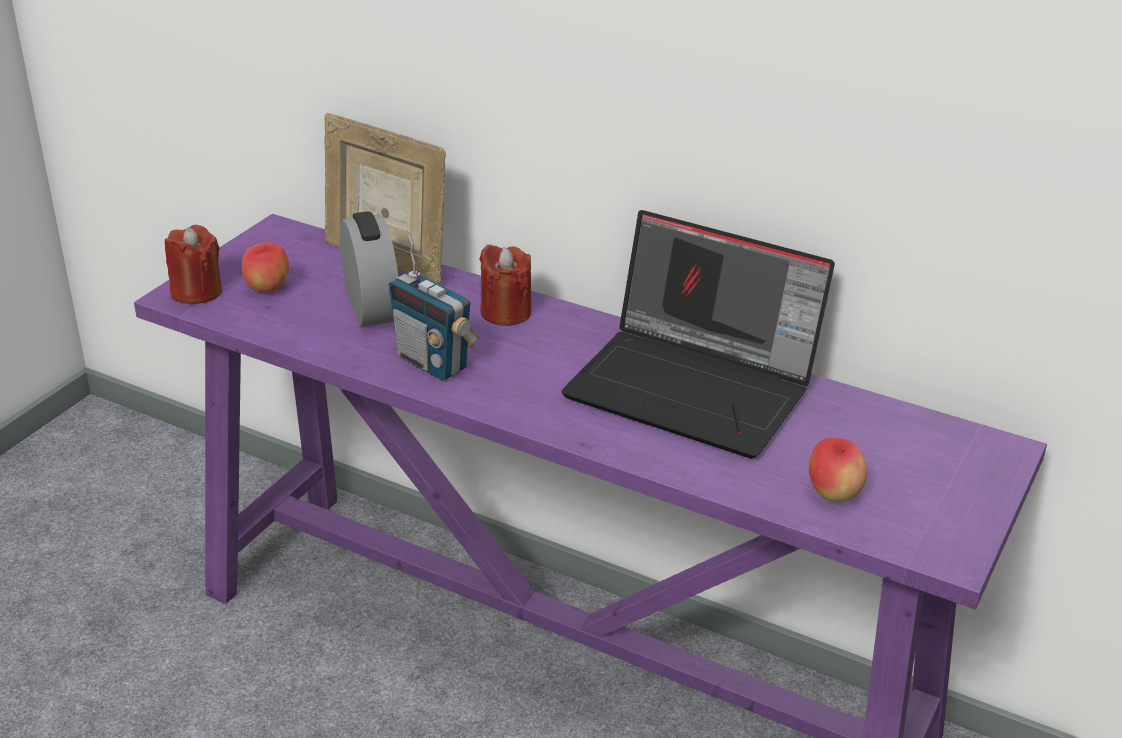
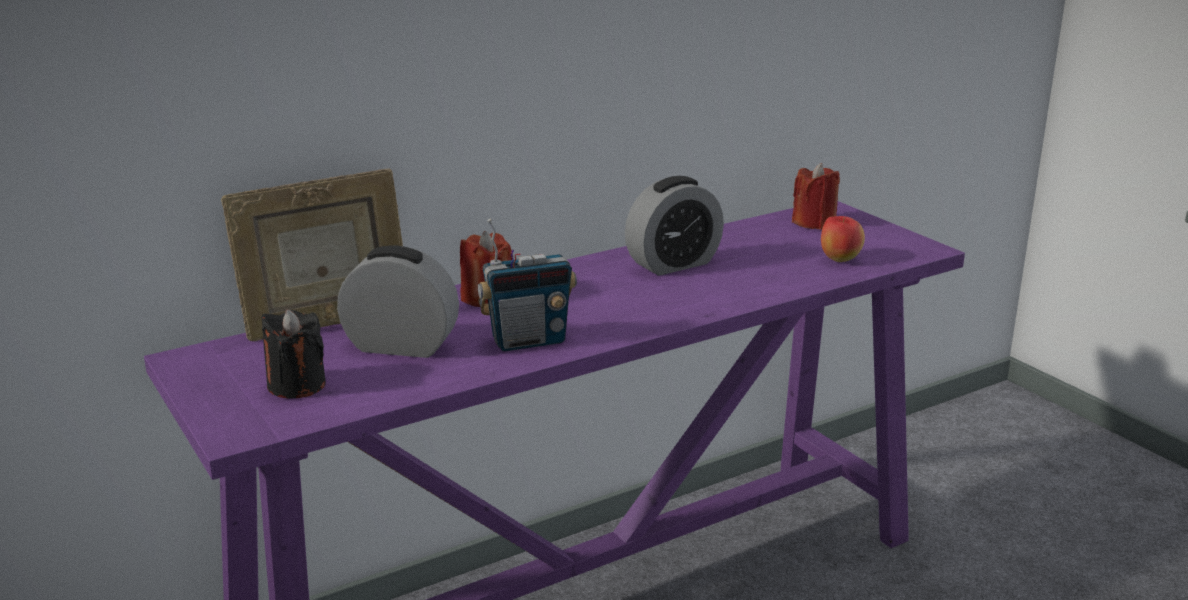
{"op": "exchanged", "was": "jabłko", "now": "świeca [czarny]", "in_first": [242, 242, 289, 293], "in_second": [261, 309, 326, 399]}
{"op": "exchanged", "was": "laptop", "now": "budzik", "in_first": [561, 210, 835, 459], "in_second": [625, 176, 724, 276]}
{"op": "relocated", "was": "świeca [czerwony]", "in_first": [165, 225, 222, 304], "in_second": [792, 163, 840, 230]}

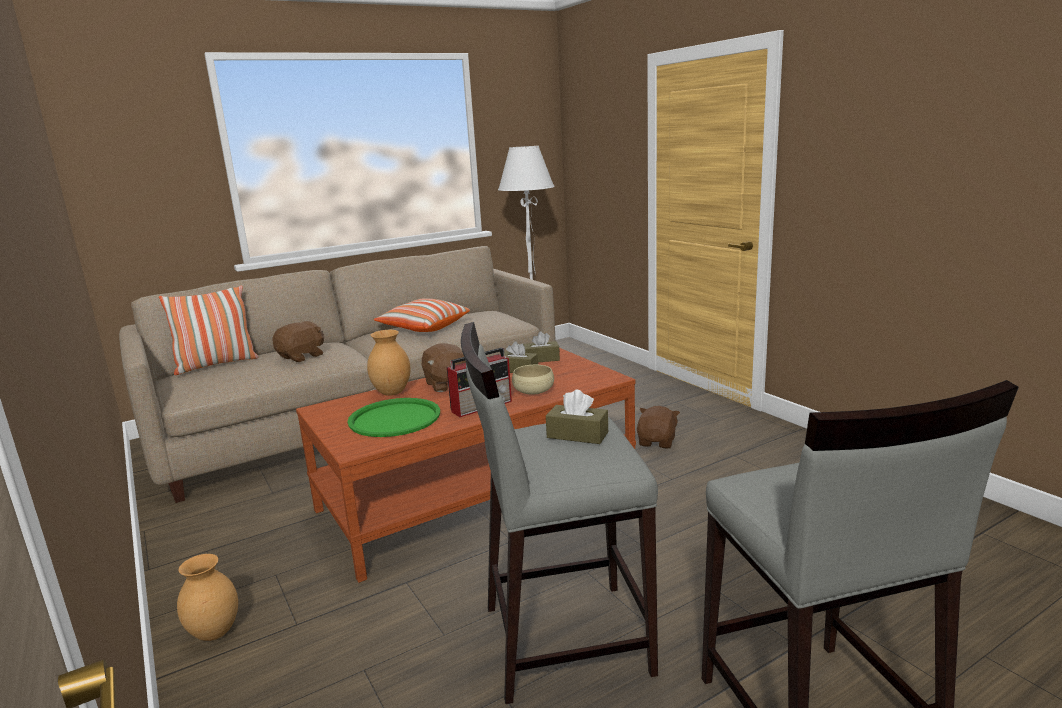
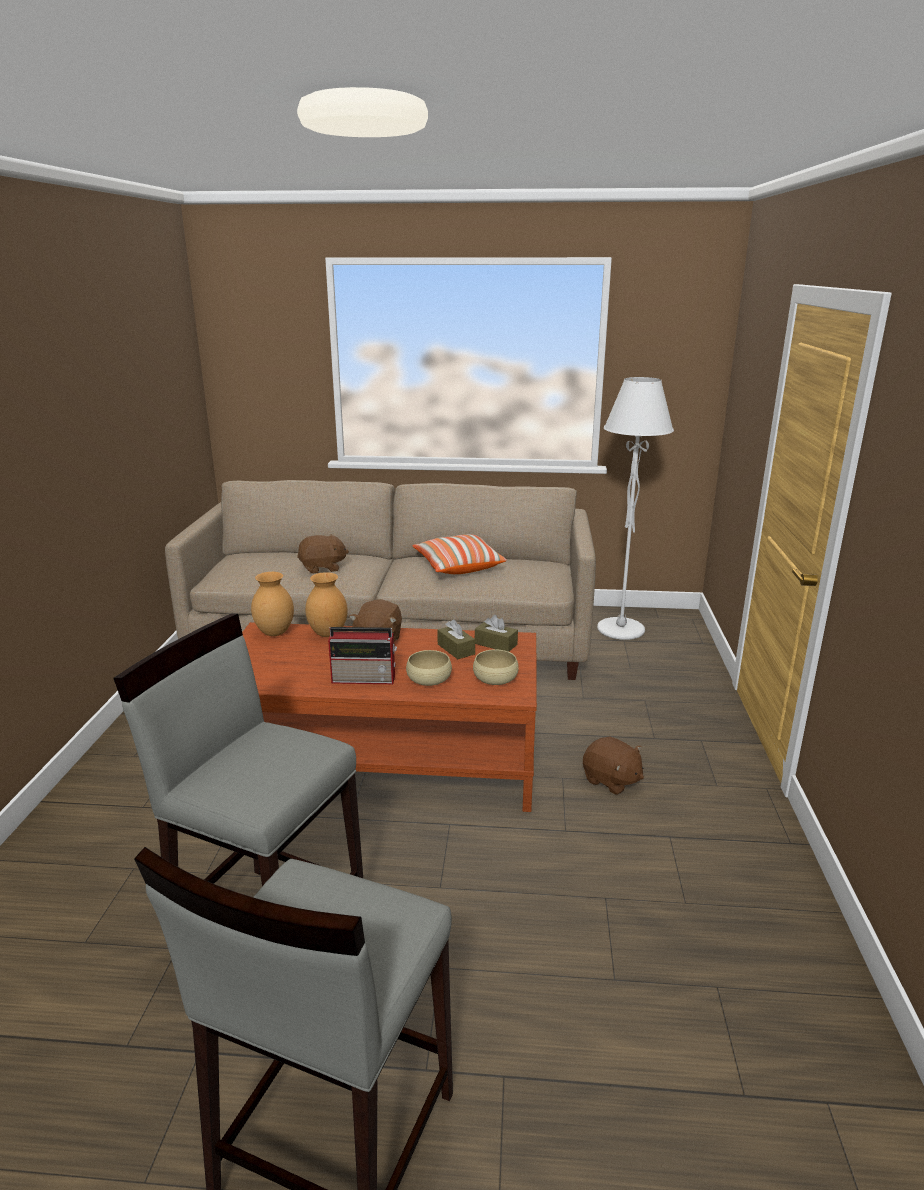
{"op": "relocated", "was": "wazon [brązowy]", "in_first": [177, 554, 238, 641], "in_second": [251, 572, 294, 636]}
{"op": "appeared", "now": "miska [beżowy]", "in_second": [473, 650, 519, 685]}
{"op": "spun", "was": "pluszak [brązowy]", "in_first": [637, 406, 680, 448], "in_second": [583, 737, 644, 795], "clockwise": 75}
{"op": "missing", "was": "poduszka", "in_first": [159, 285, 258, 375]}
{"op": "missing", "was": "taca [zielony]", "in_first": [348, 398, 440, 437]}
{"op": "missing", "was": "pudełko chusteczek [brązowy]", "in_first": [546, 390, 608, 444]}

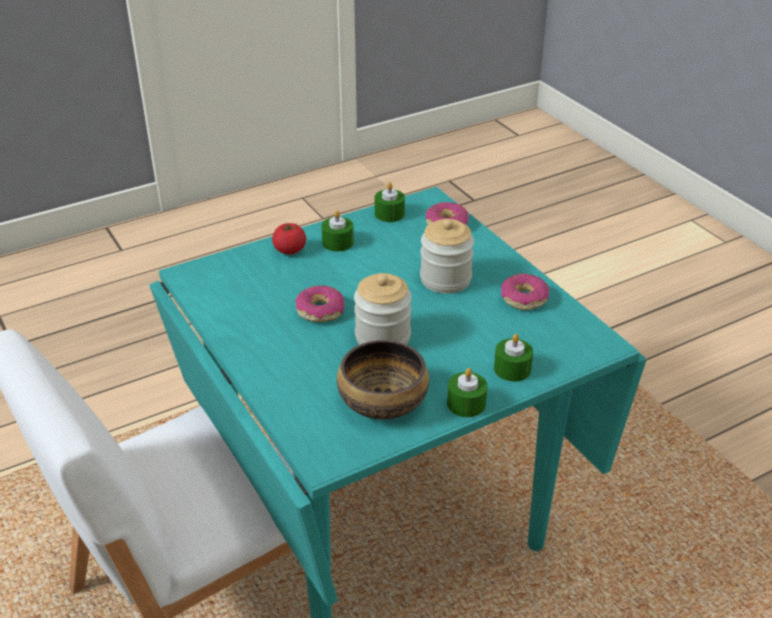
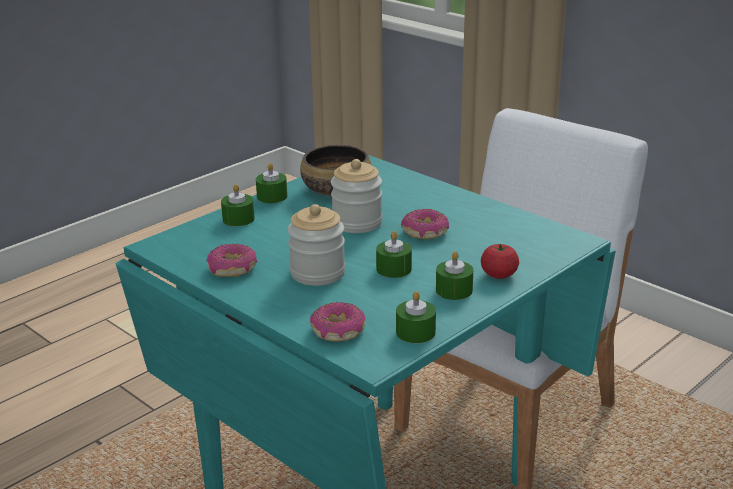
{"op": "appeared", "now": "świeca [zielony]", "in_second": [376, 231, 412, 278]}

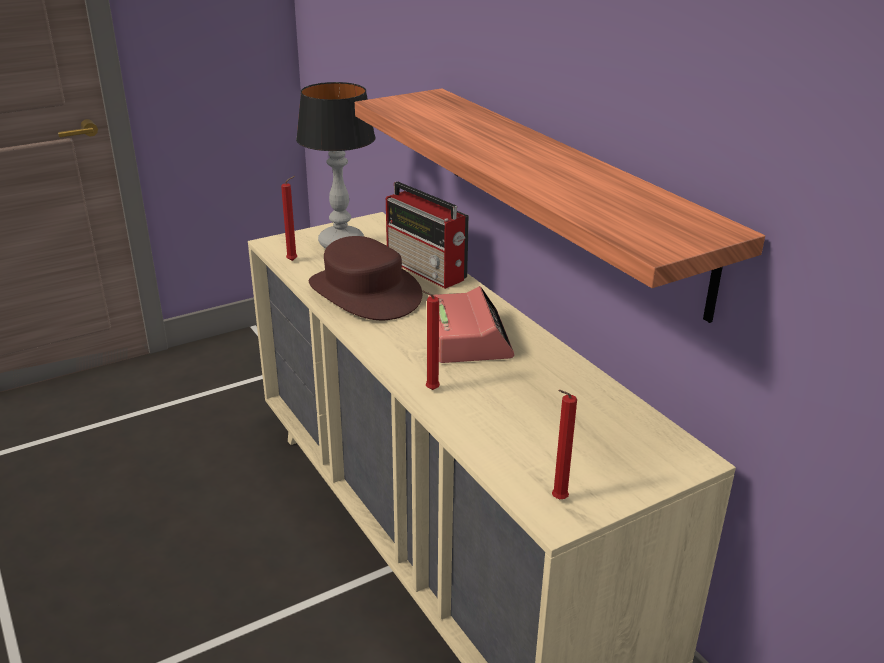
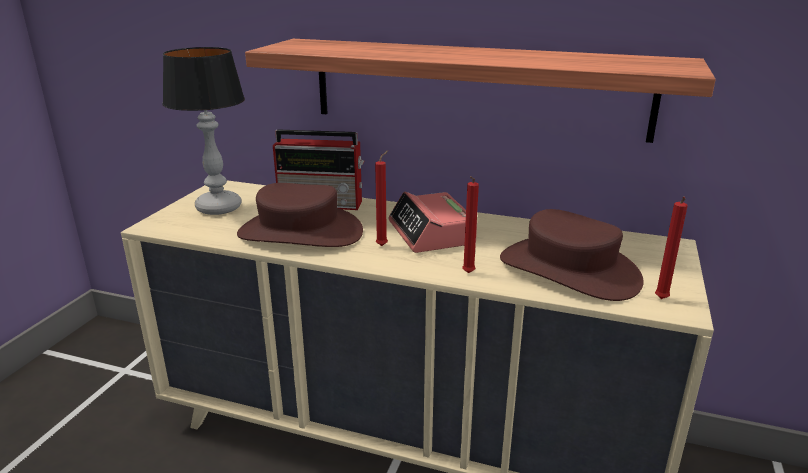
{"op": "relocated", "was": "świeca [czerwony]", "in_first": [281, 176, 297, 261], "in_second": [375, 150, 388, 246]}
{"op": "spun", "was": "budzik", "in_first": [428, 286, 515, 363], "in_second": [388, 191, 477, 253], "clockwise": -150}
{"op": "appeared", "now": "kapelusz [brązowy]", "in_second": [500, 209, 644, 301]}

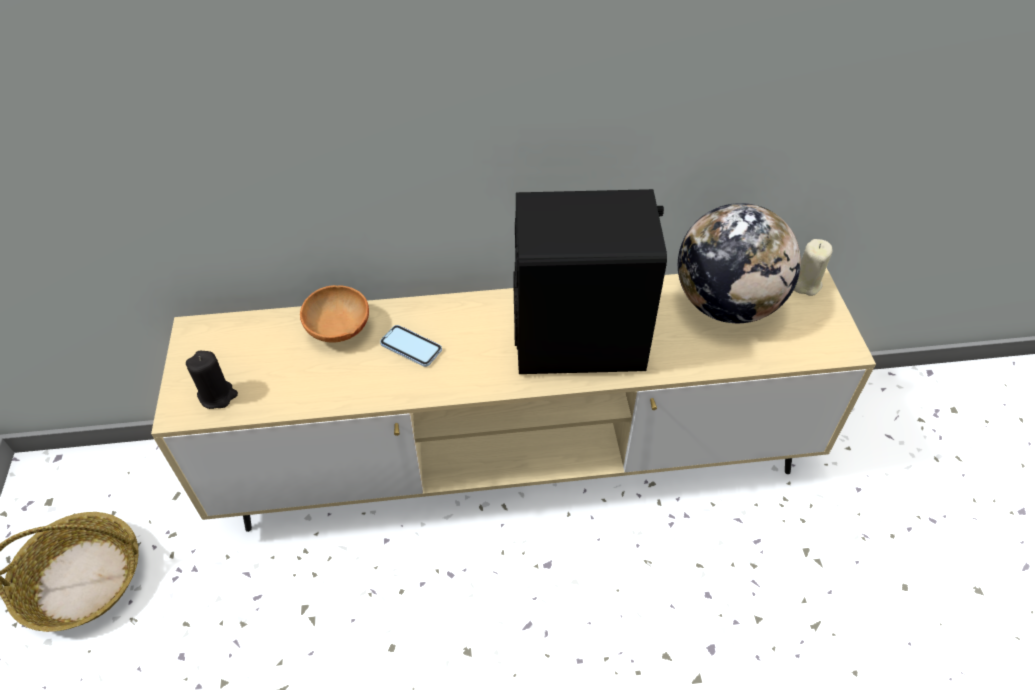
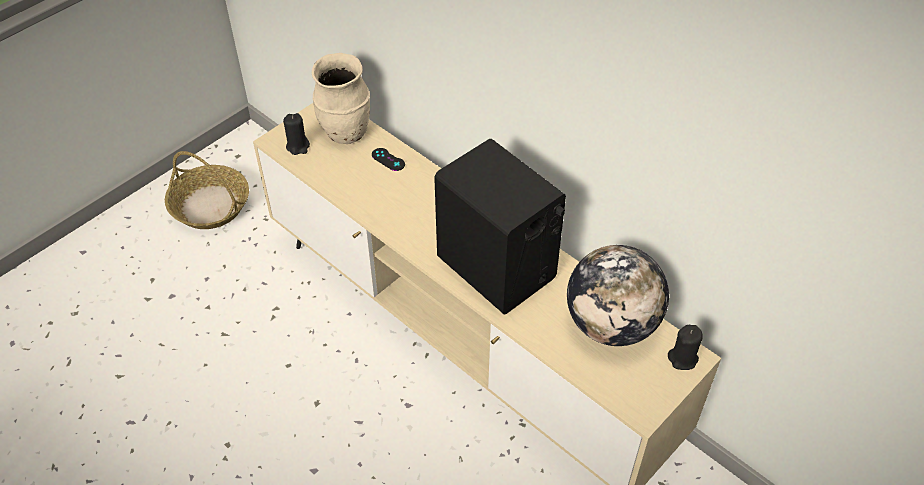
{"op": "appeared", "now": "wazon [beżowy]", "in_second": [312, 53, 370, 144]}
{"op": "exchanged", "was": "miska [brązowy]", "now": "pad do gier [czarny]", "in_first": [300, 285, 369, 342], "in_second": [372, 148, 405, 171]}
{"op": "colour", "was": "świeca [beżowy]", "now": "świeca [czarny]", "in_first": [794, 239, 832, 296], "in_second": [668, 325, 703, 370]}
{"op": "missing", "was": "telefon", "in_first": [380, 325, 442, 367]}

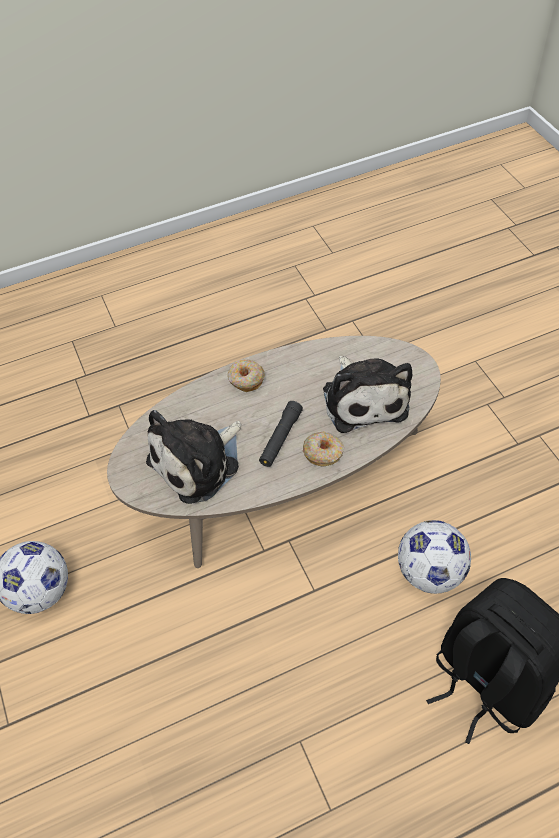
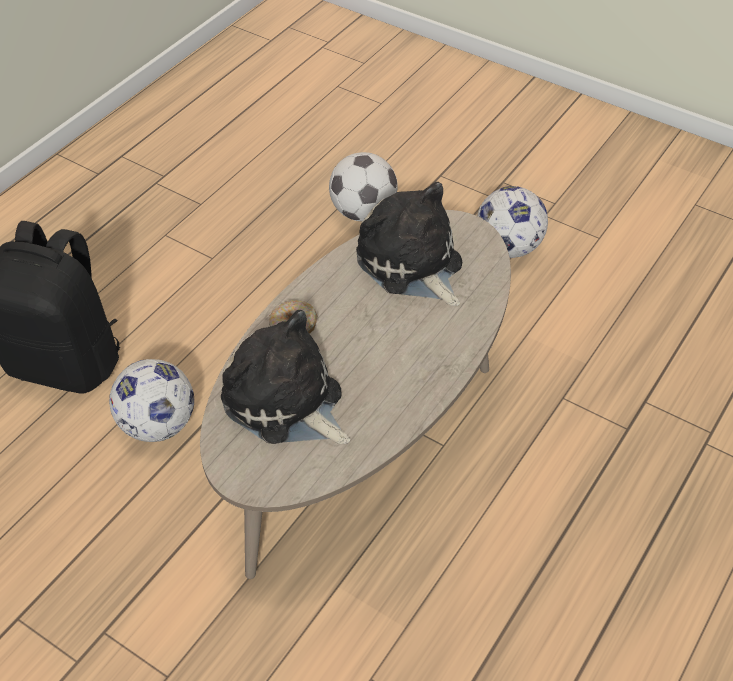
{"op": "appeared", "now": "piłka futbolowa", "in_second": [329, 152, 398, 221]}
{"op": "spun", "was": "pluszak", "in_first": [146, 410, 241, 504], "in_second": [356, 182, 462, 306], "clockwise": -45}
{"op": "missing", "was": "donut", "in_first": [228, 360, 265, 392]}
{"op": "missing", "was": "latarka [czarny]", "in_first": [259, 401, 303, 467]}

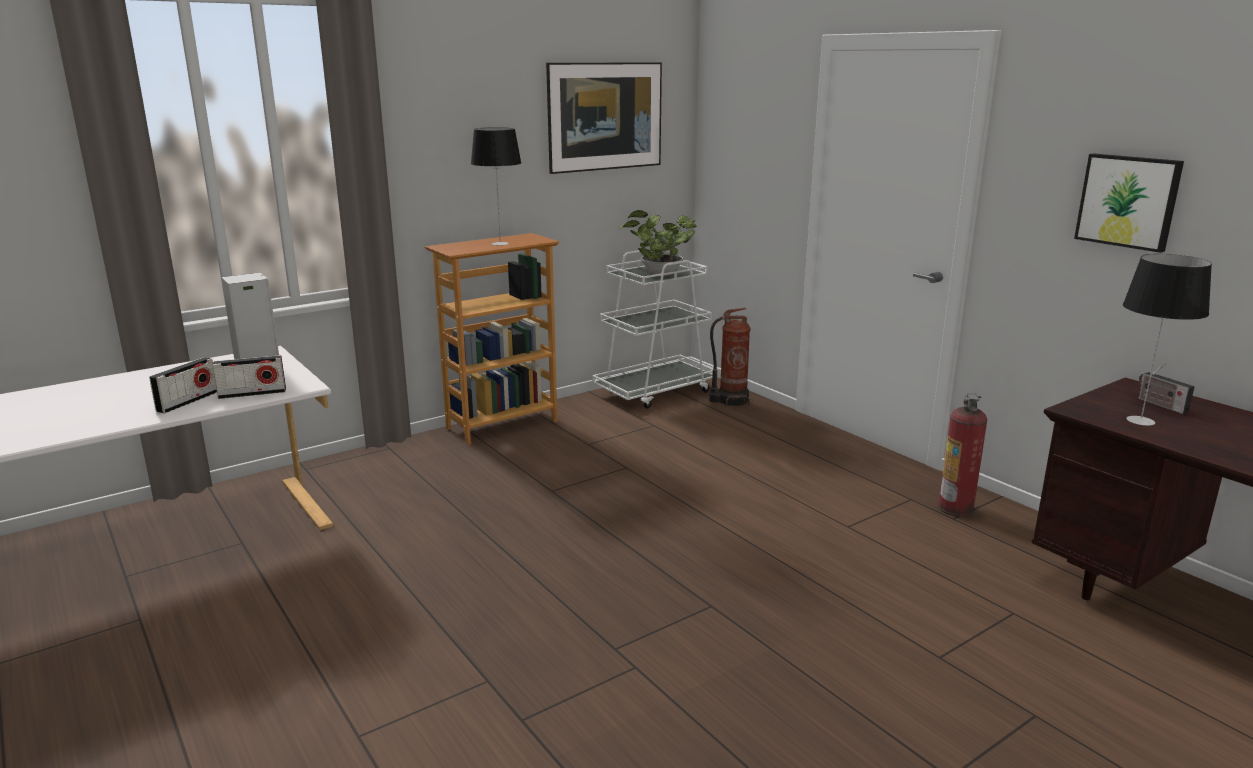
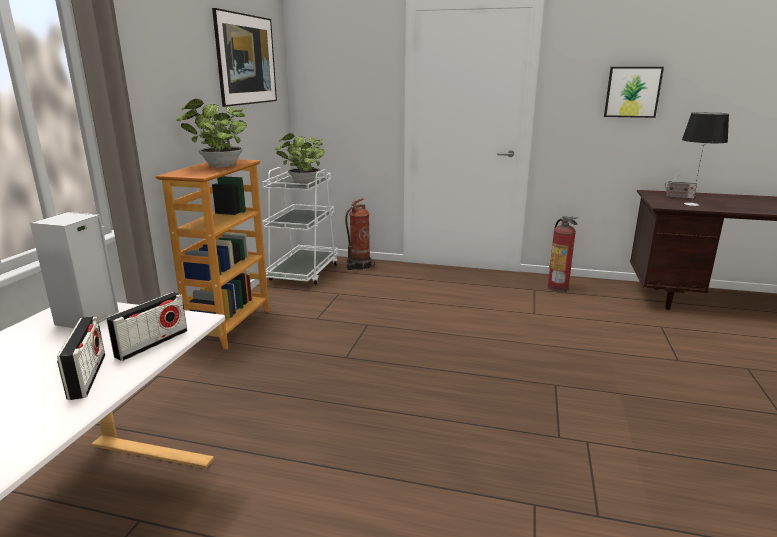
{"op": "exchanged", "was": "lampa stołowa", "now": "roślina doniczkowa", "in_first": [471, 127, 521, 245], "in_second": [176, 99, 247, 168]}

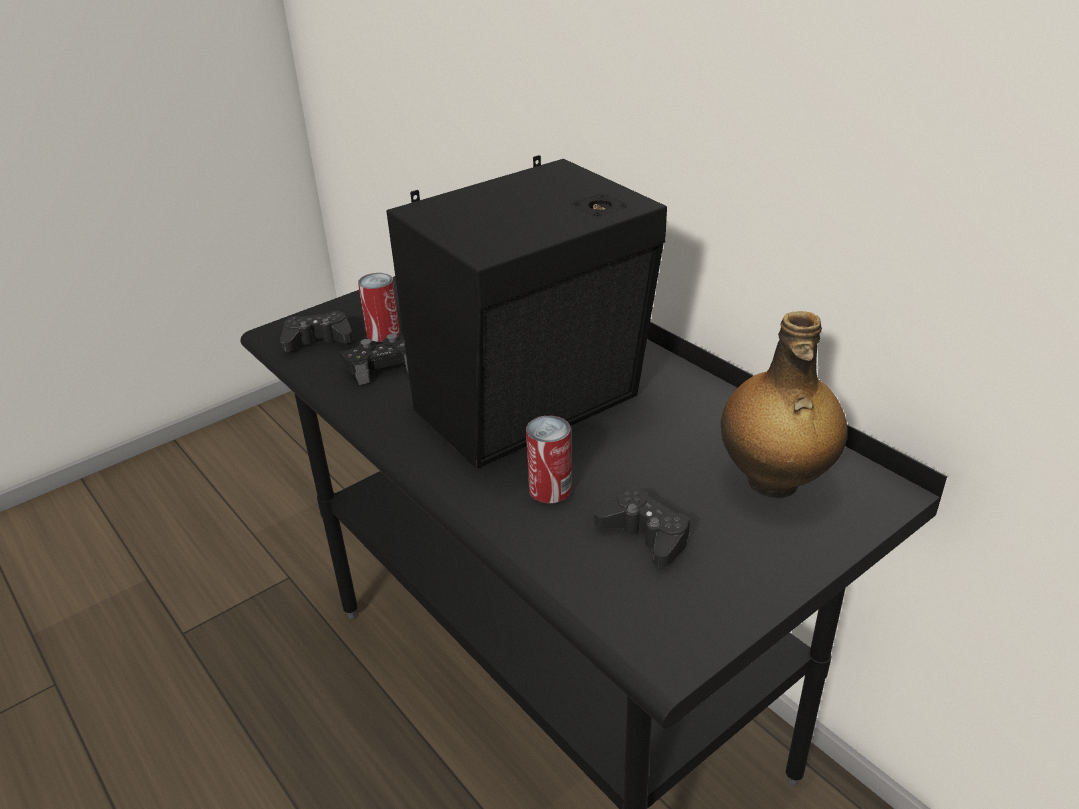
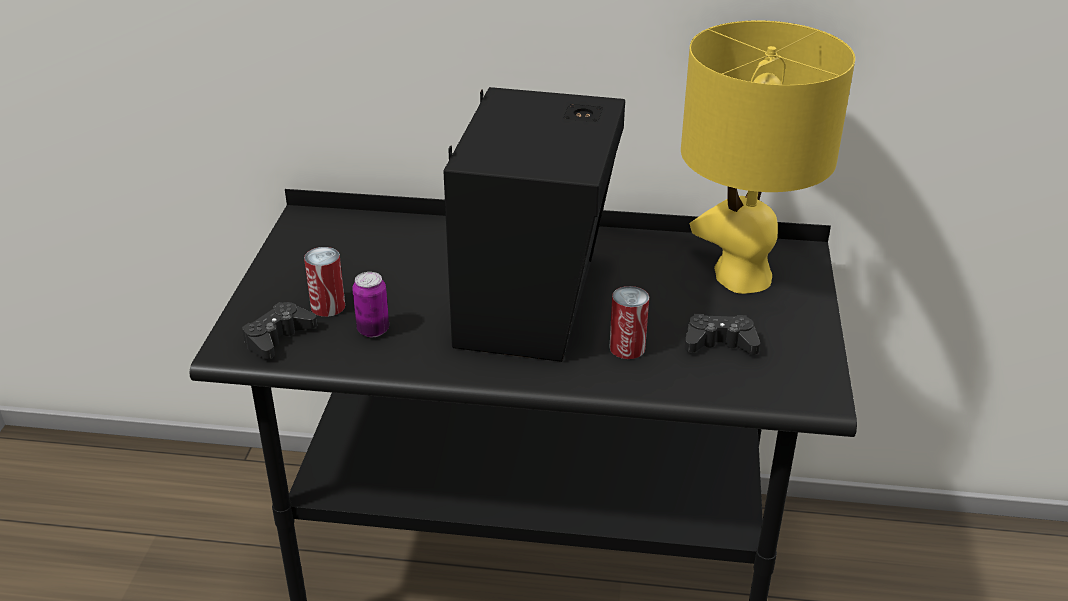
{"op": "exchanged", "was": "pad do gier [czarny]", "now": "puszka", "in_first": [340, 334, 409, 385], "in_second": [352, 272, 389, 337]}
{"op": "exchanged", "was": "butelka", "now": "lampa stołowa [żółty]", "in_first": [721, 311, 847, 499], "in_second": [681, 20, 855, 294]}

